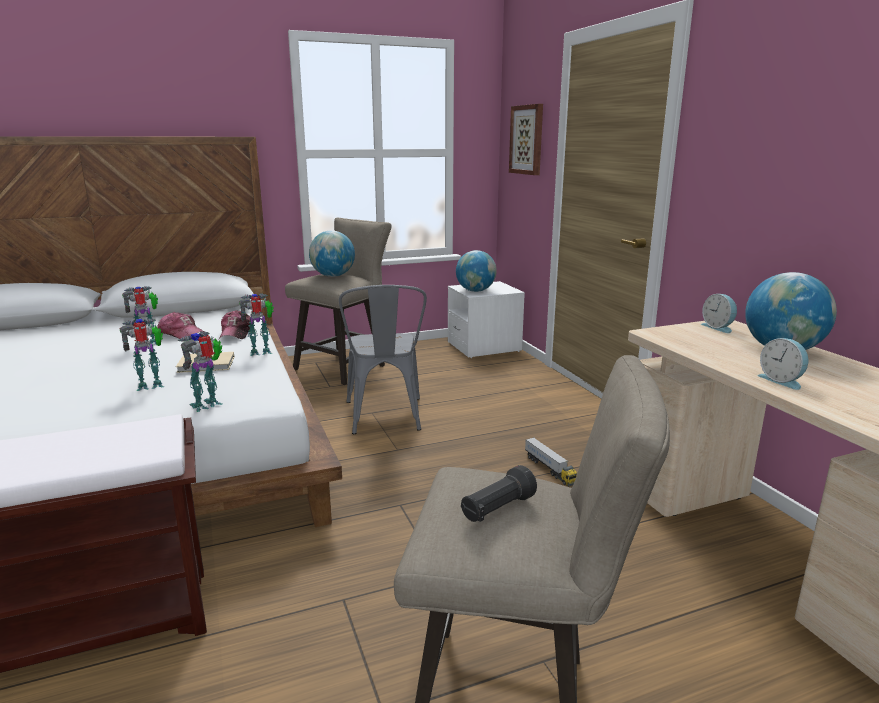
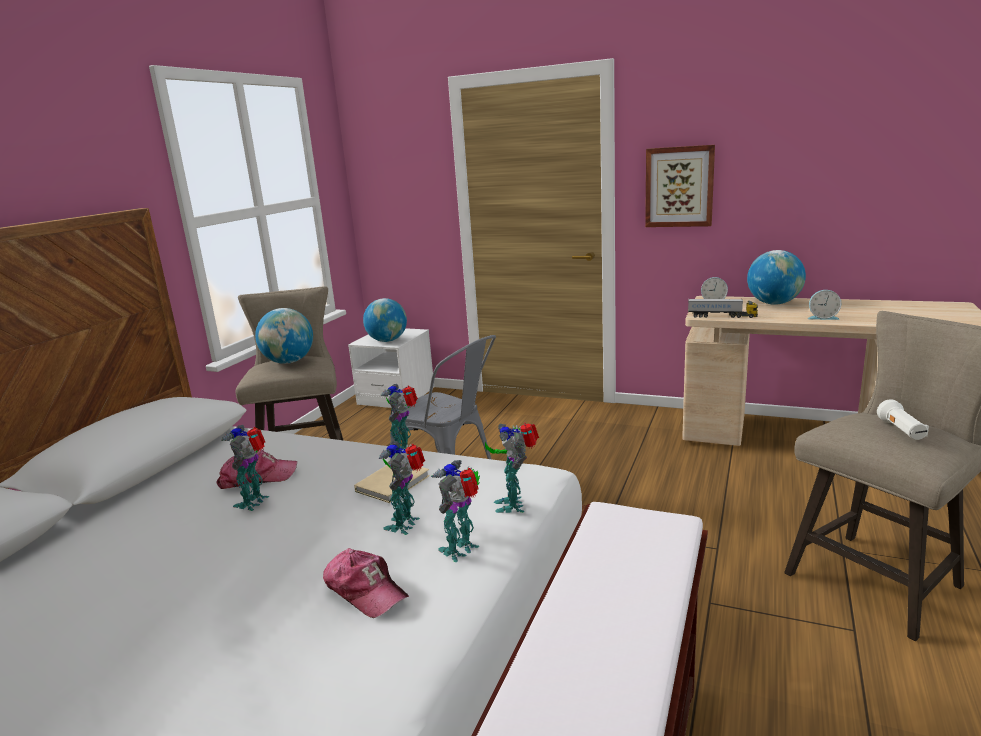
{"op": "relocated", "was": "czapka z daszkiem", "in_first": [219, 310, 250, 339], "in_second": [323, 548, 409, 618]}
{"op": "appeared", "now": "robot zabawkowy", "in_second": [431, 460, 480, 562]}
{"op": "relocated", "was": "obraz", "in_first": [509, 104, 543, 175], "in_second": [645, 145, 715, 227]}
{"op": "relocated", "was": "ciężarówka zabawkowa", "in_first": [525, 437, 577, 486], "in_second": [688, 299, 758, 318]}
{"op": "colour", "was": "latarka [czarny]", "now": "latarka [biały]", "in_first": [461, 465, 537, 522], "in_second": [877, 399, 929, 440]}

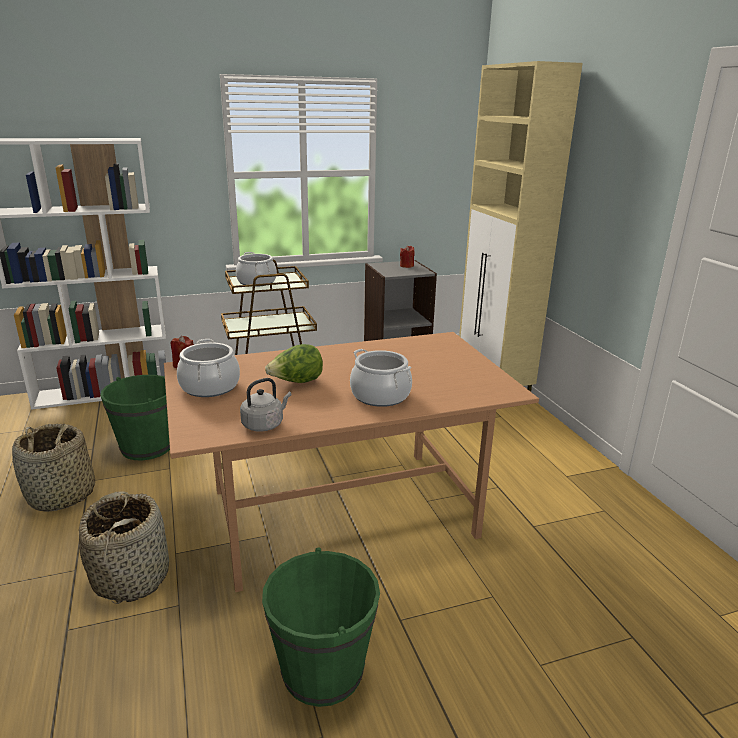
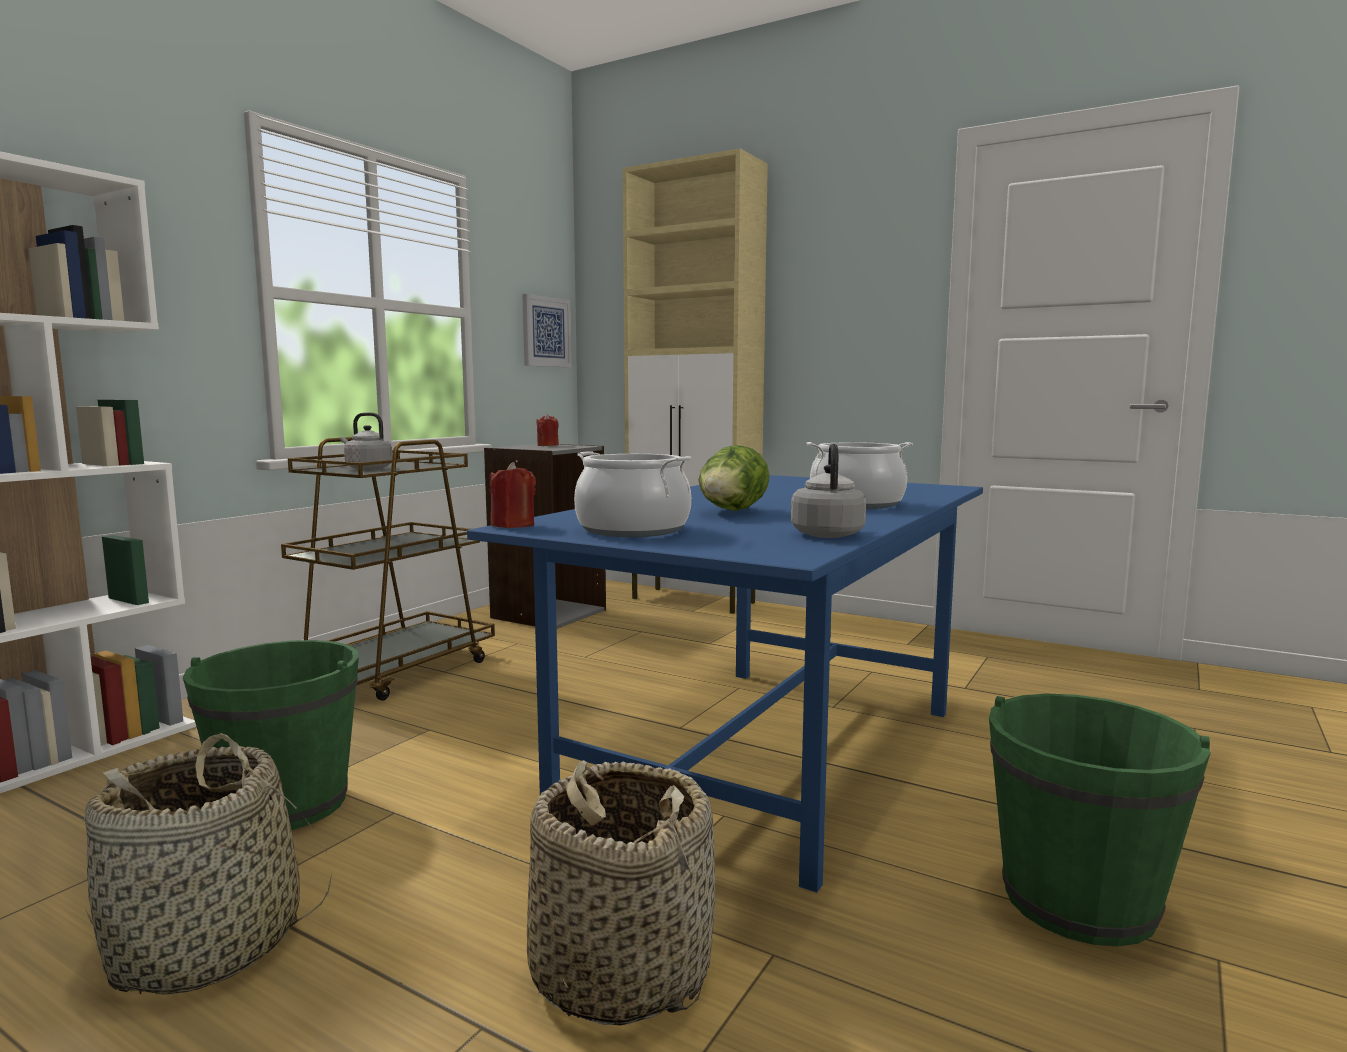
{"op": "exchanged", "was": "garnek", "now": "czajnik [szary]", "in_first": [236, 252, 277, 287], "in_second": [340, 412, 392, 470]}
{"op": "colour", "was": "stół jadalny [brązowy]", "now": "stół jadalny [niebieski]", "in_first": [164, 332, 539, 592], "in_second": [467, 475, 983, 893]}
{"op": "appeared", "now": "obraz", "in_second": [522, 294, 572, 367]}

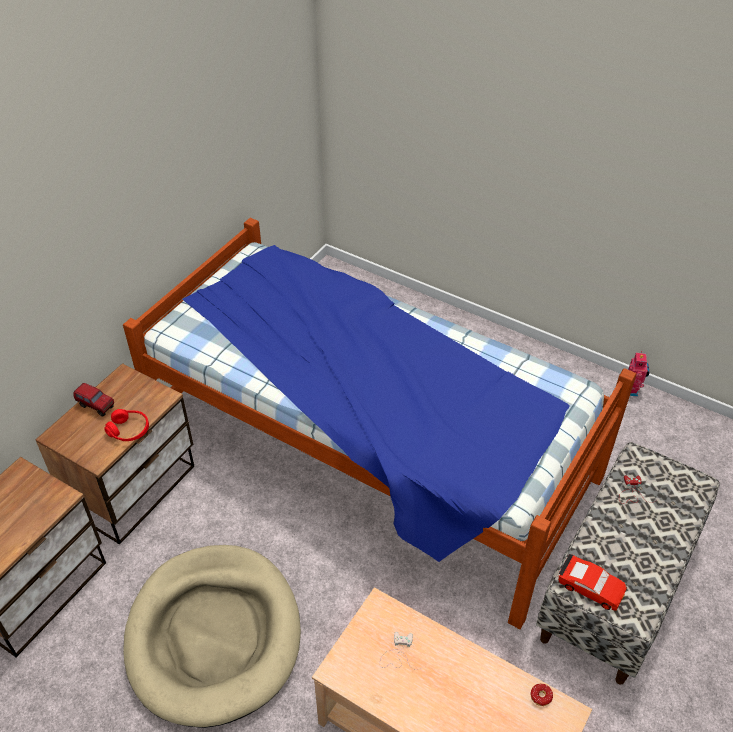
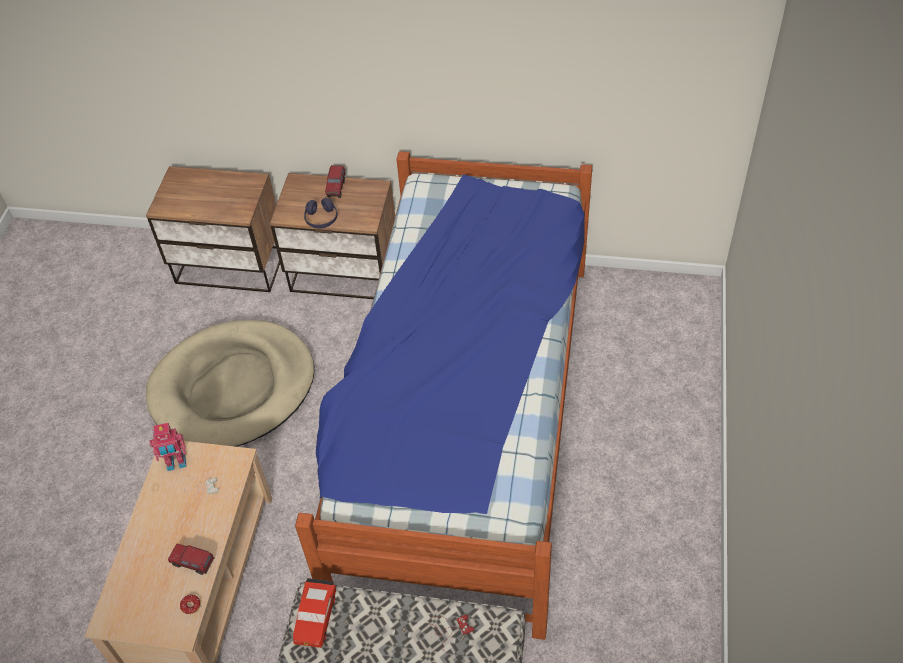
{"op": "relocated", "was": "robot zabawkowy", "in_first": [628, 351, 649, 397], "in_second": [149, 423, 186, 471]}
{"op": "appeared", "now": "ciężarówka zabawkowa", "in_second": [168, 544, 214, 575]}
{"op": "colour", "was": "słuchawki [czerwony]", "now": "słuchawki [fioletowy]", "in_first": [104, 409, 149, 441], "in_second": [304, 198, 338, 229]}

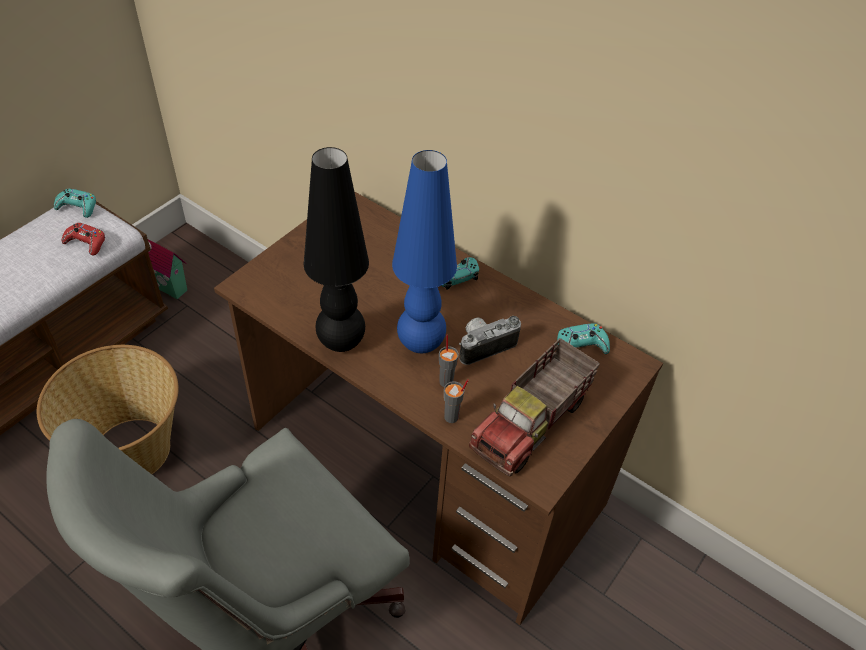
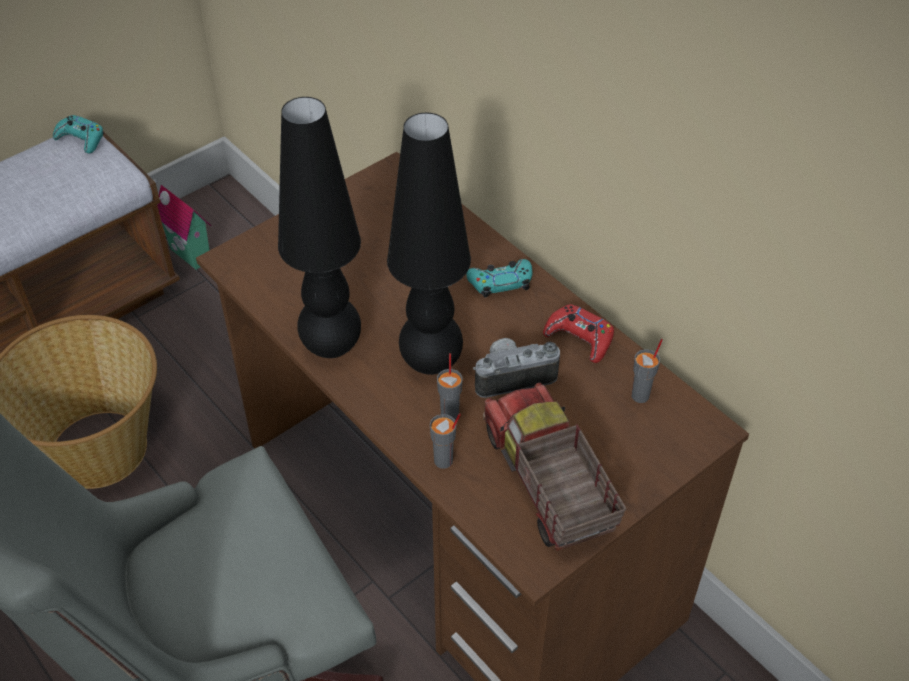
{"op": "colour", "was": "lampa stołowa [niebieski]", "now": "lampa stołowa [czarny]", "in_first": [392, 150, 457, 353], "in_second": [387, 113, 471, 375]}
{"op": "spun", "was": "ciężarówka zabawkowa", "in_first": [469, 338, 600, 476], "in_second": [483, 382, 626, 551], "clockwise": 105}
{"op": "relocated", "was": "pad do gier [czerwony]", "in_first": [62, 223, 105, 255], "in_second": [543, 304, 614, 363]}
{"op": "exchanged", "was": "pad do gier [turkusowy]", "now": "filiżanka [szary]", "in_first": [557, 323, 610, 354], "in_second": [631, 339, 663, 403]}

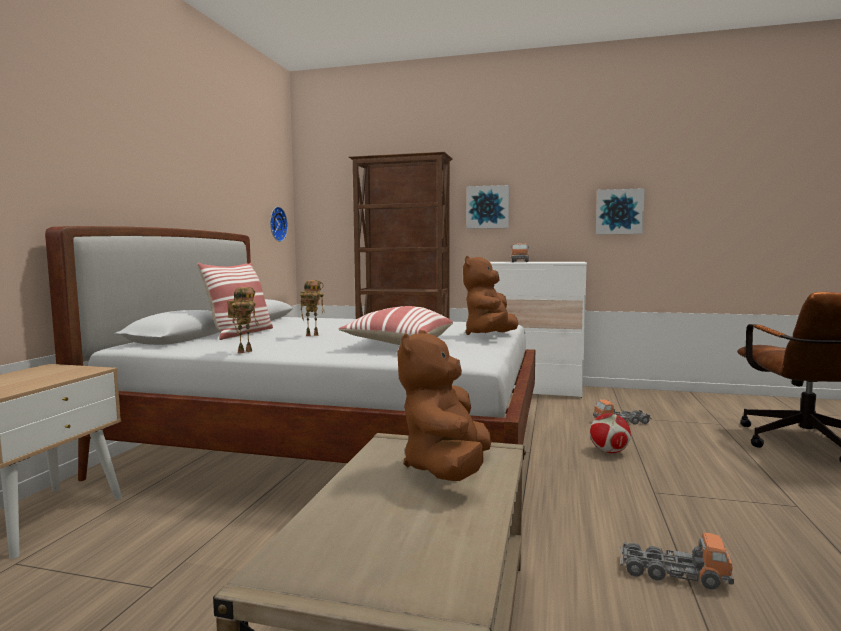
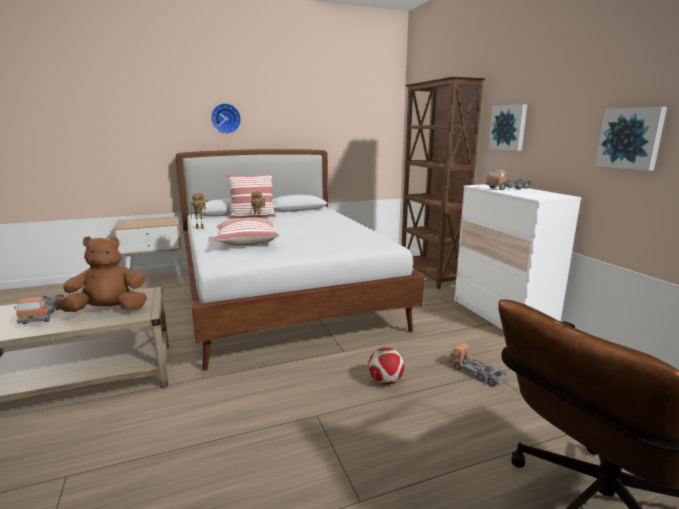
{"op": "relocated", "was": "ciężarówka zabawkowa", "in_first": [621, 532, 734, 589], "in_second": [14, 294, 64, 324]}
{"op": "relocated", "was": "zegar ścienny", "in_first": [270, 207, 288, 242], "in_second": [211, 103, 241, 134]}
{"op": "missing", "was": "pluszak [brązowy]", "in_first": [463, 256, 518, 335]}

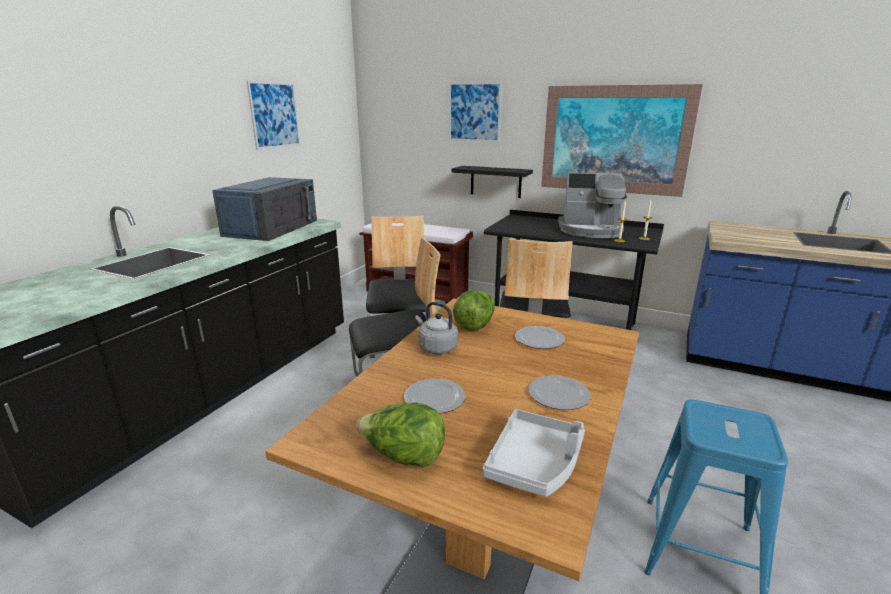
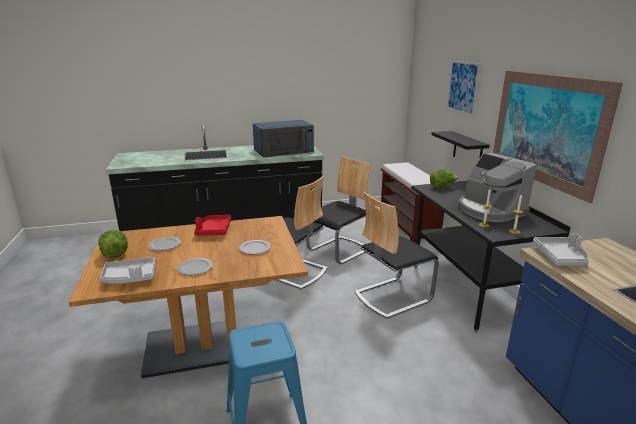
{"op": "exchanged", "was": "czajnik [szary]", "now": "taca [czerwony]", "in_first": [415, 302, 458, 354], "in_second": [194, 215, 231, 235]}
{"op": "relocated", "was": "sałata", "in_first": [453, 290, 495, 331], "in_second": [430, 169, 458, 189]}
{"op": "appeared", "now": "taca [szary]", "in_second": [533, 233, 589, 266]}
{"op": "missing", "was": "obraz", "in_first": [247, 81, 301, 150]}

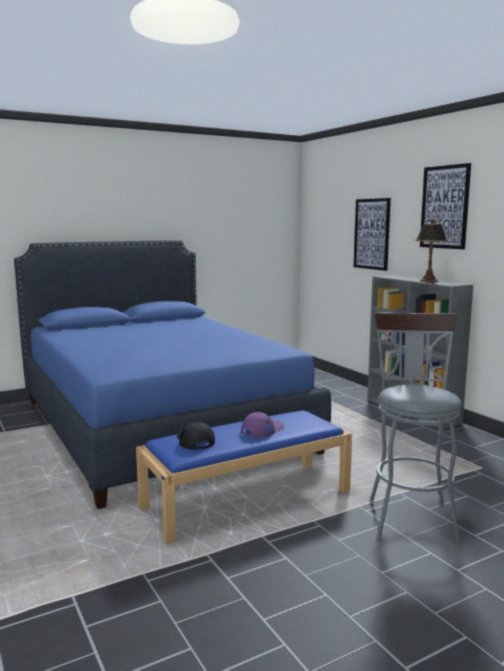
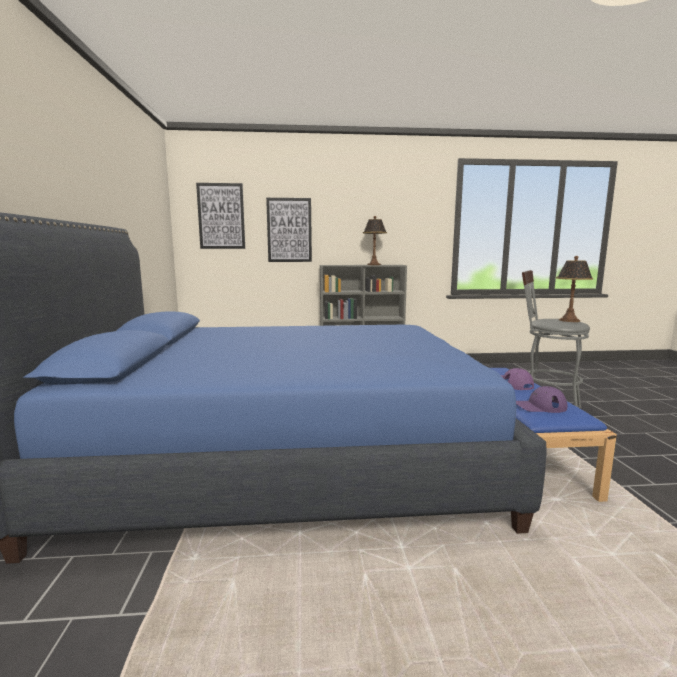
{"op": "relocated", "was": "obraz", "in_first": [420, 163, 471, 249], "in_second": [196, 183, 245, 249]}
{"op": "colour", "was": "czapka z daszkiem [czarny]", "now": "czapka z daszkiem [fioletowy]", "in_first": [177, 422, 215, 450], "in_second": [516, 386, 568, 413]}
{"op": "appeared", "now": "lampa stołowa", "in_second": [556, 256, 593, 322]}

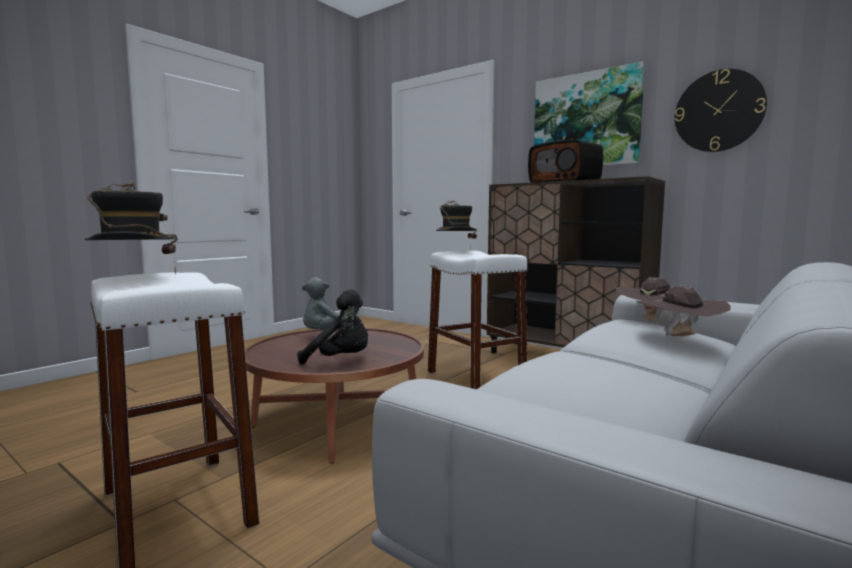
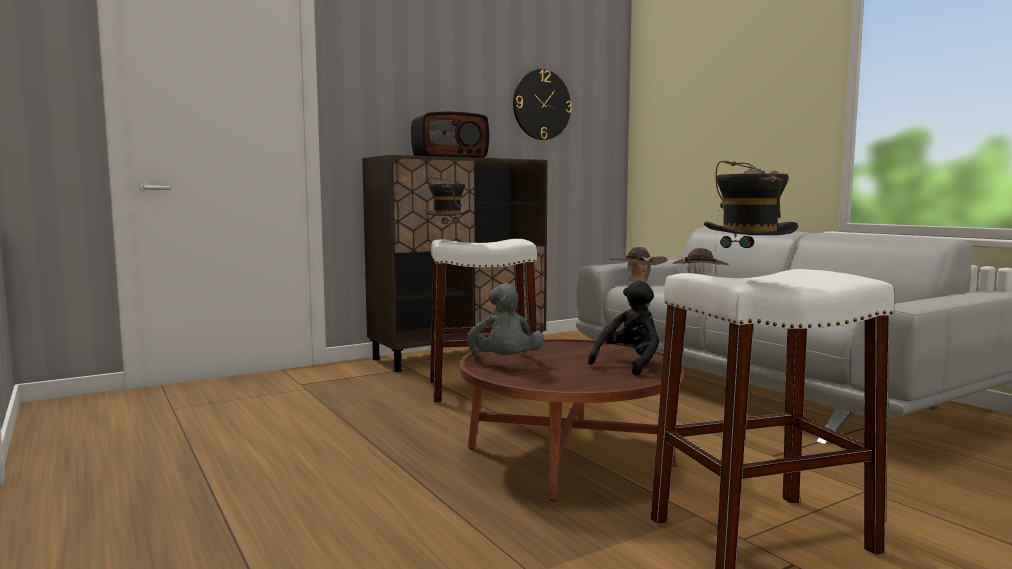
{"op": "missing", "was": "obraz", "in_first": [534, 61, 645, 166]}

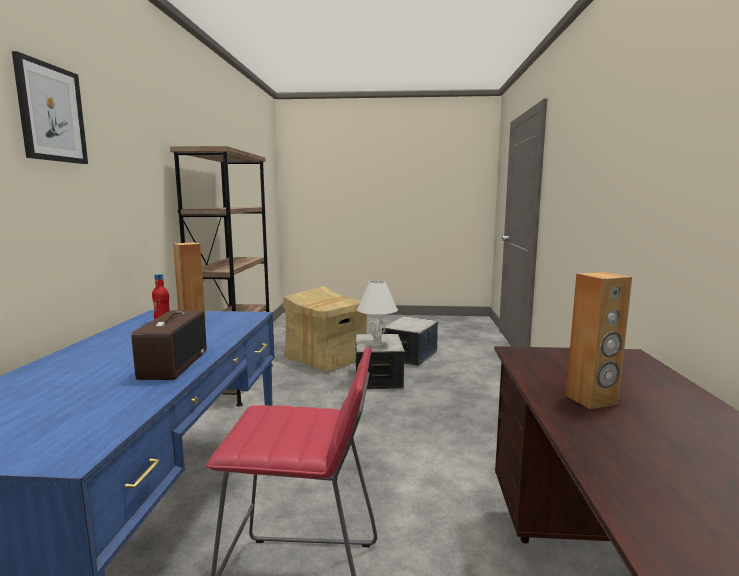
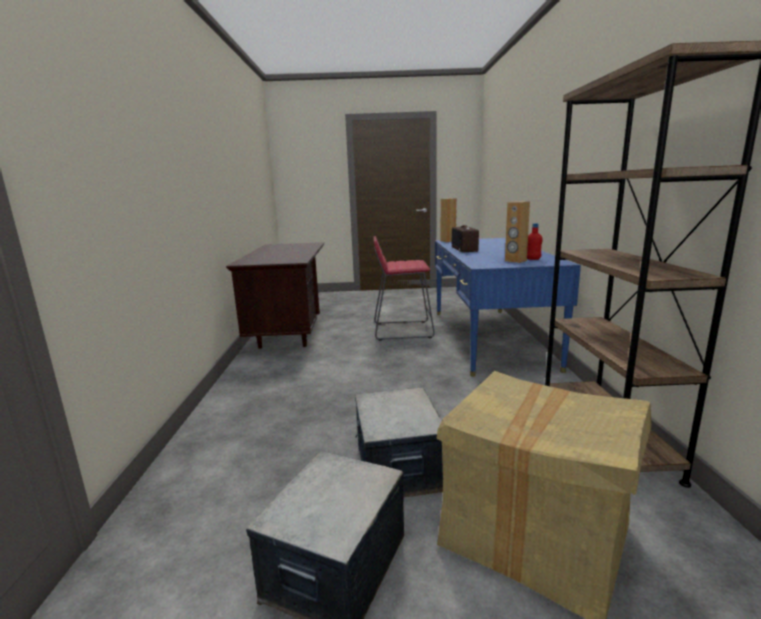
{"op": "relocated", "was": "głośnik [brązowy]", "in_first": [566, 272, 632, 409], "in_second": [441, 198, 457, 242]}
{"op": "missing", "was": "obraz", "in_first": [12, 51, 88, 164]}
{"op": "missing", "was": "lampa stołowa [biały]", "in_first": [357, 280, 398, 347]}

